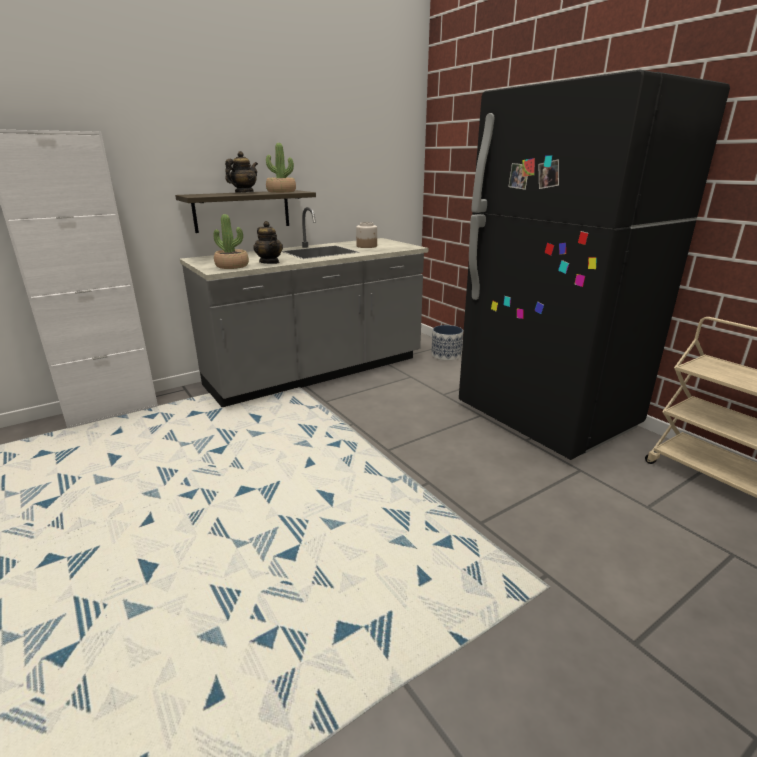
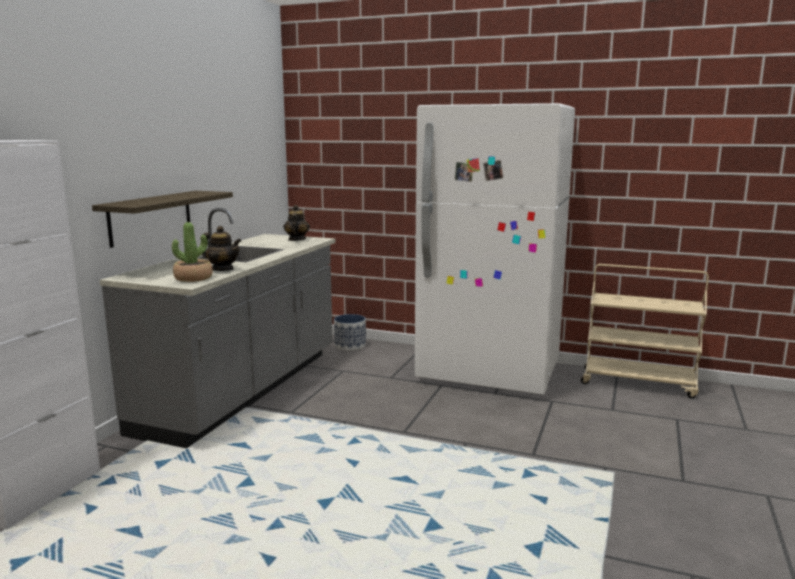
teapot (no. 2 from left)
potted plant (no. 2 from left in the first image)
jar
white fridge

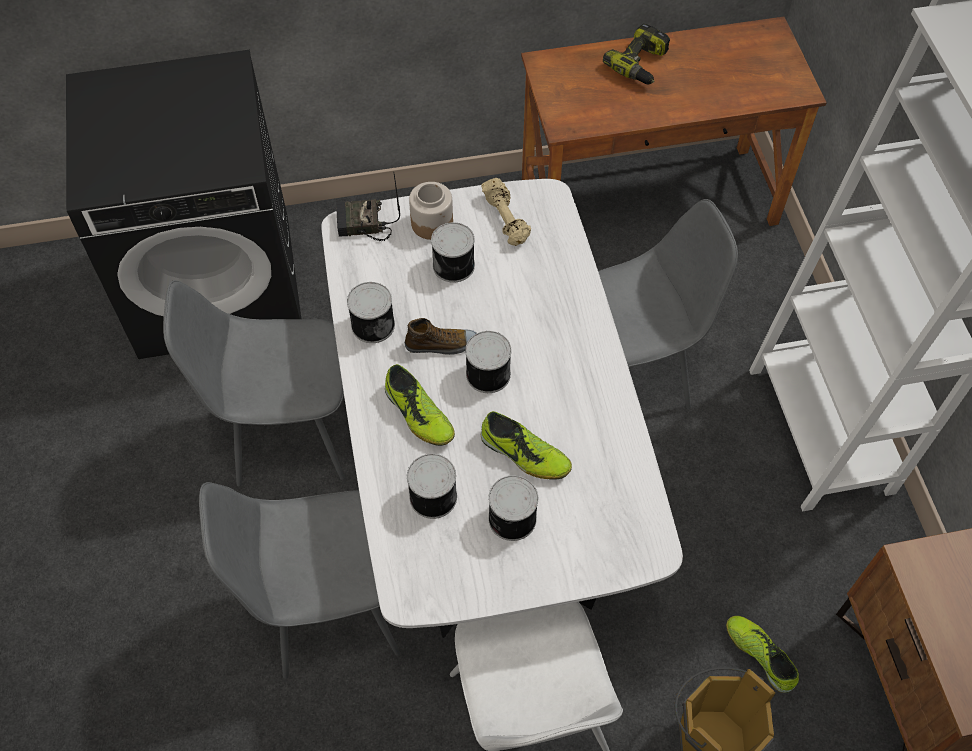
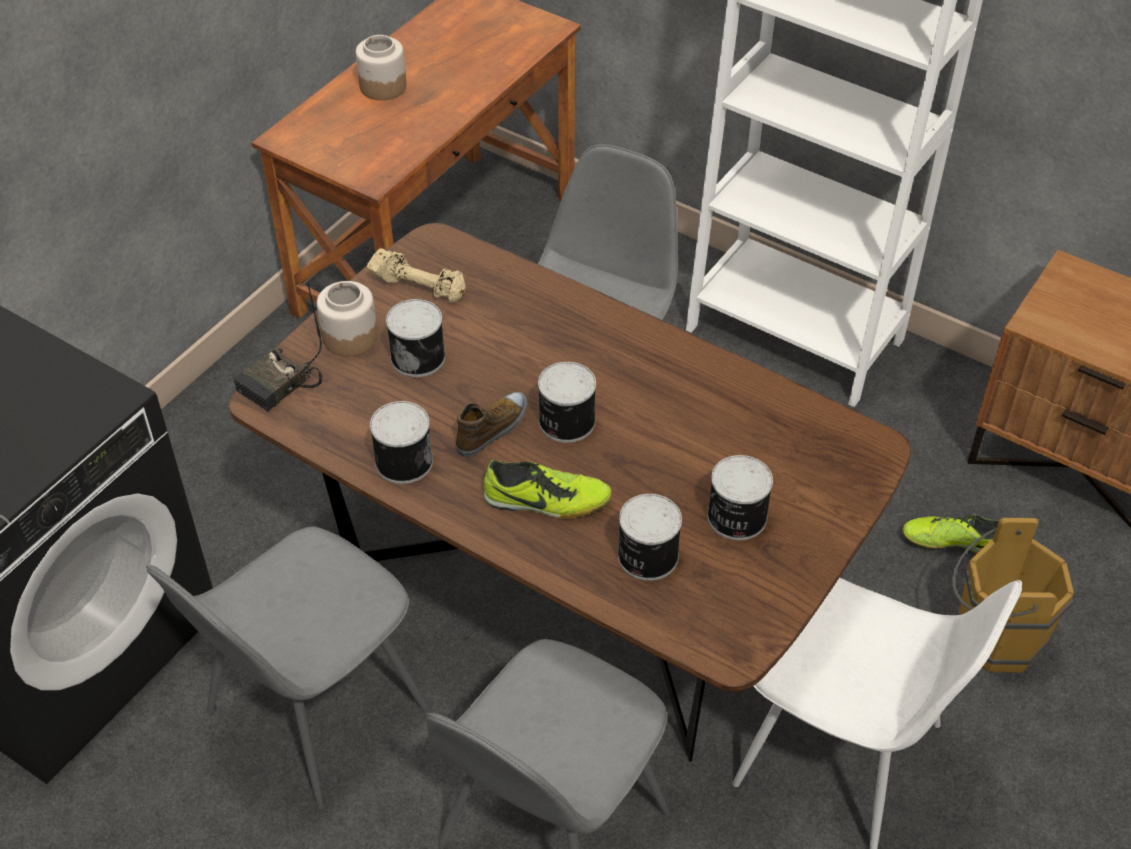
brown dining table
shoe (no. 3 from left in the first image)
jar (no. 2 from left)

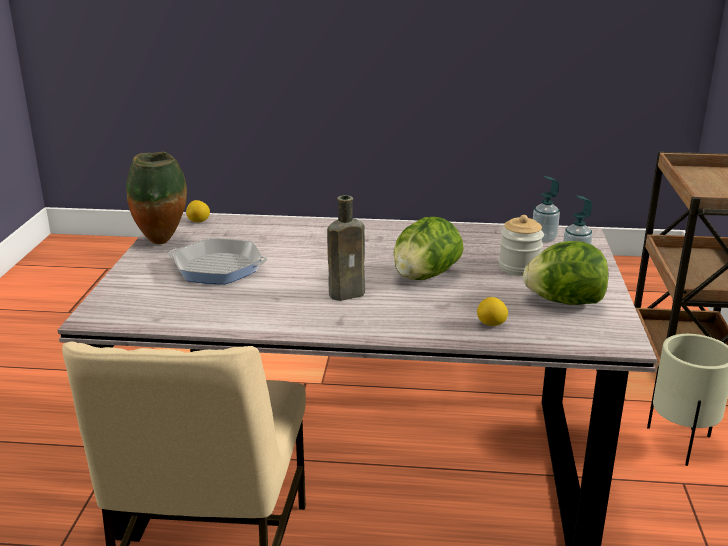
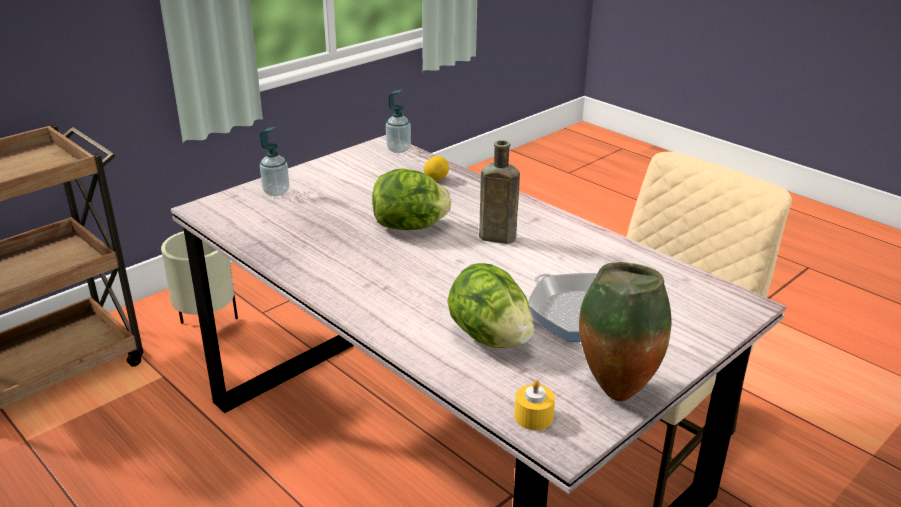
yellow candle
jar
lettuce (no. 2 from left)
soap dispenser (no. 2 from left)

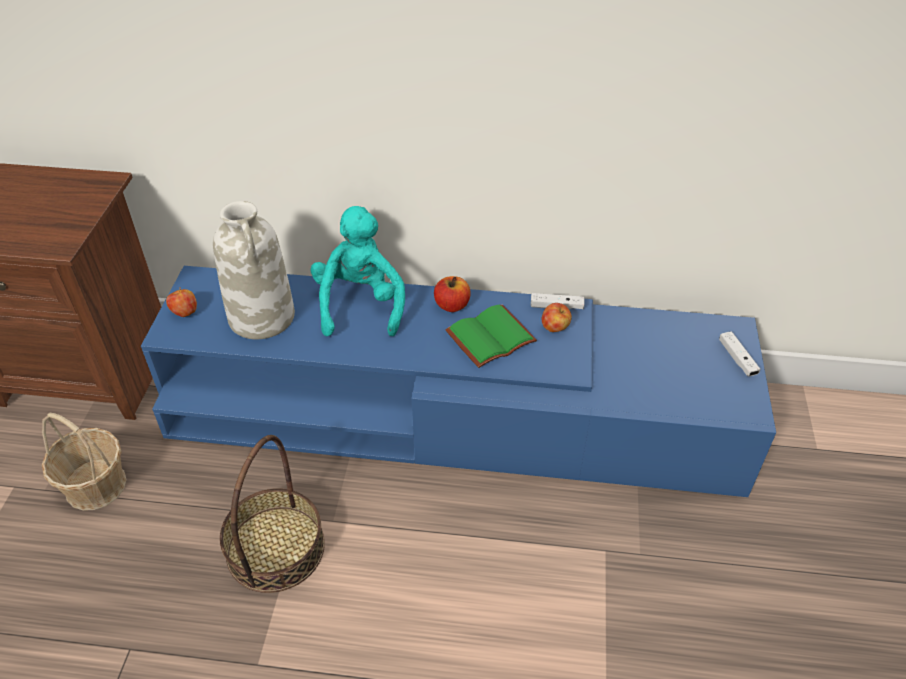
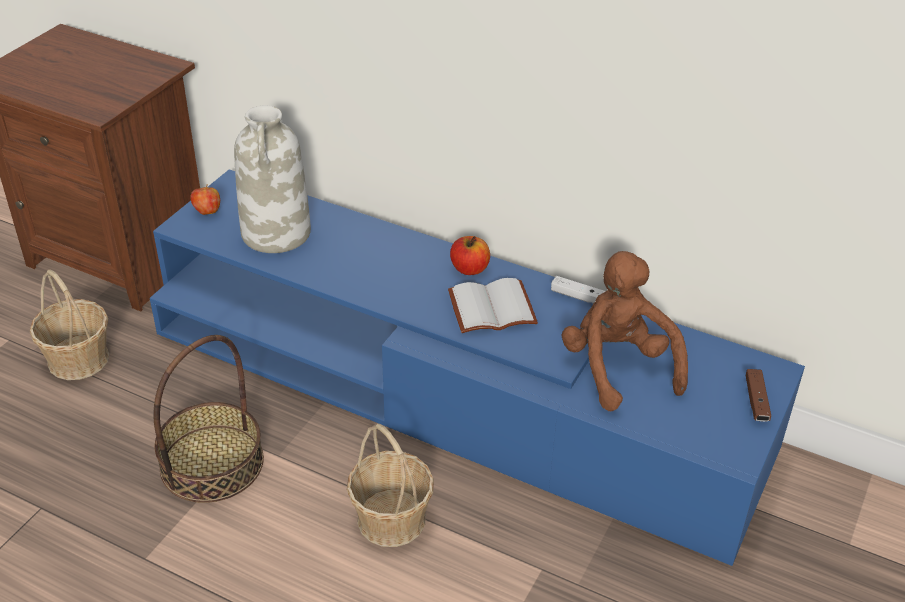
turquoise plush toy
white book
apple (no. 3 from left in the first image)
brown game controller
basket (no. 3 from left)
brown plush toy

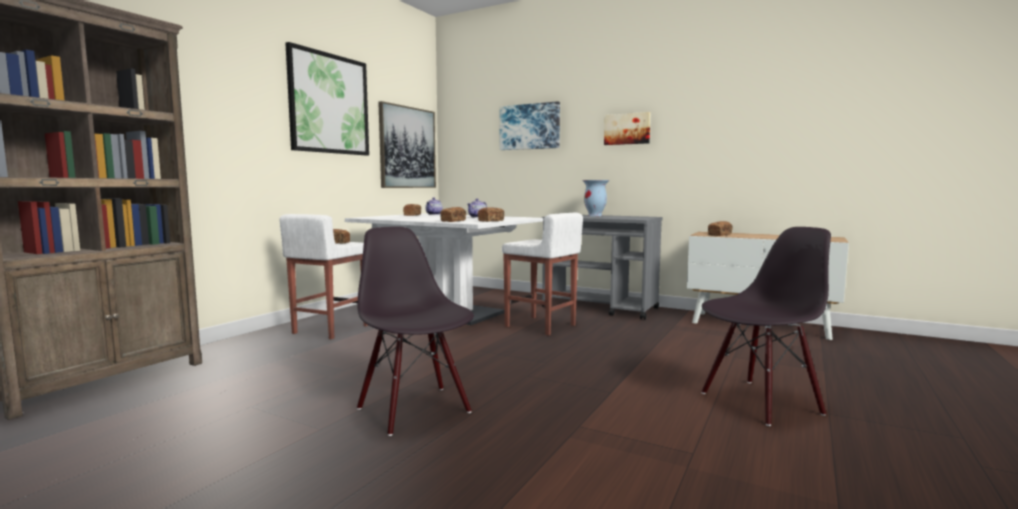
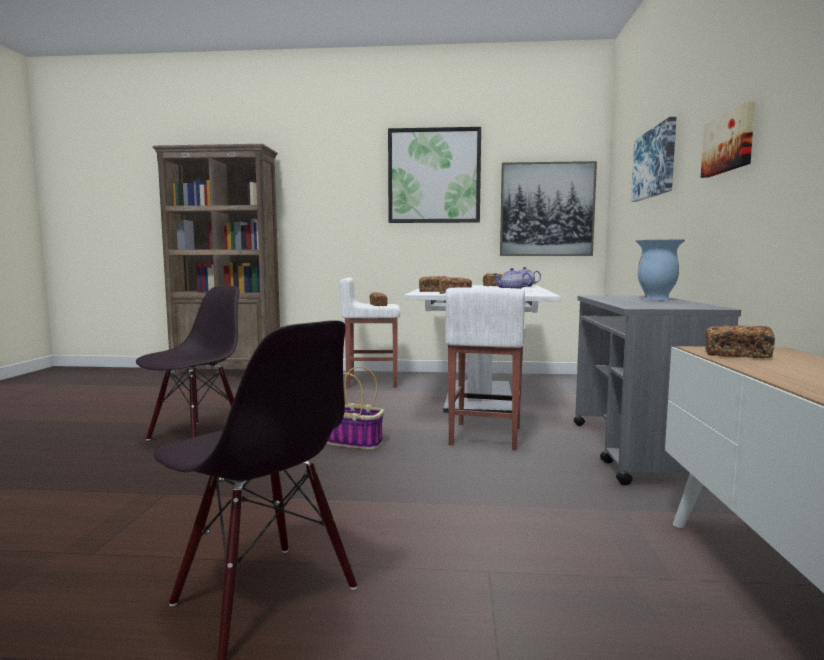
basket

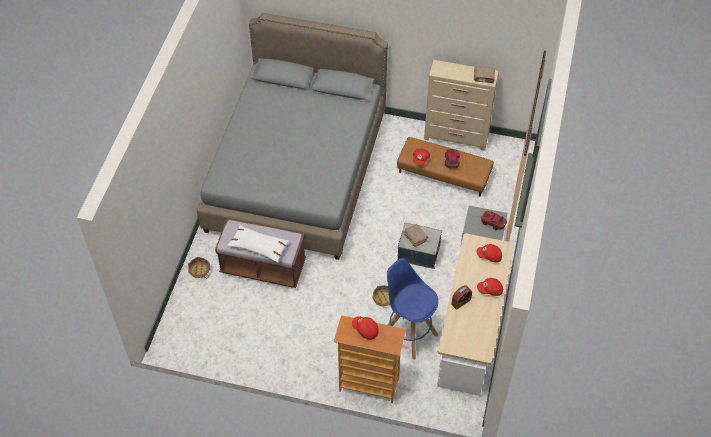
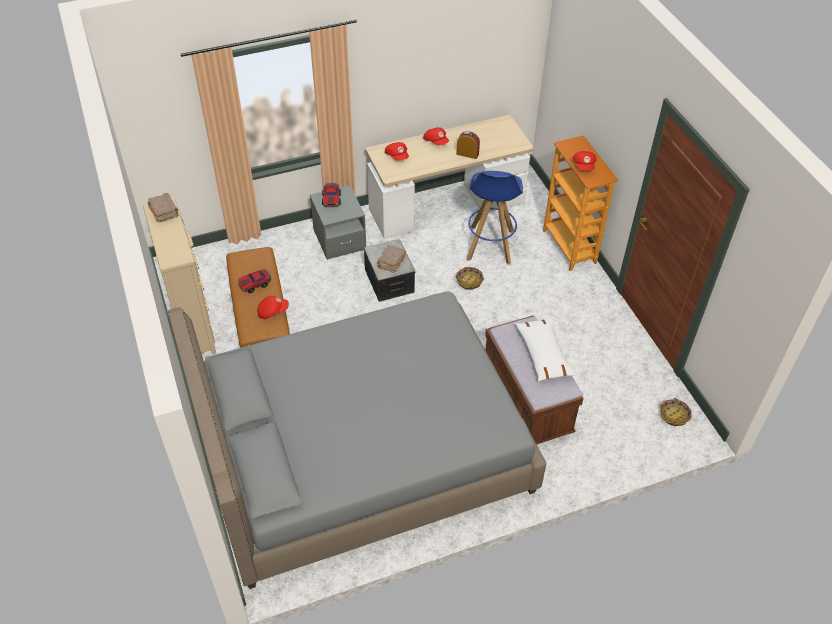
basket (no. 2 from left)

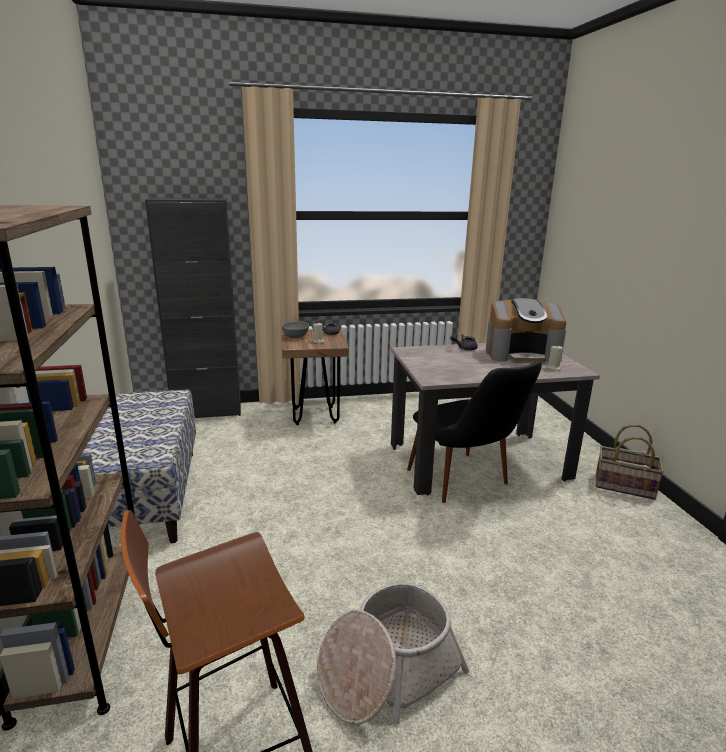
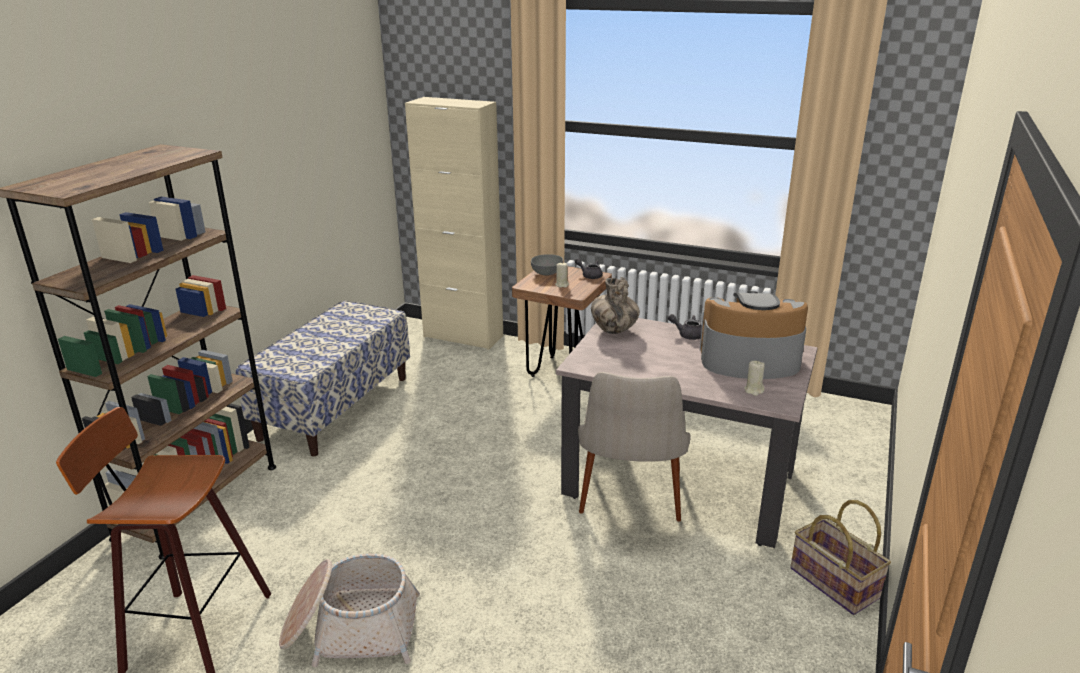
beige cabinet
beige chair
coffee machine
vase

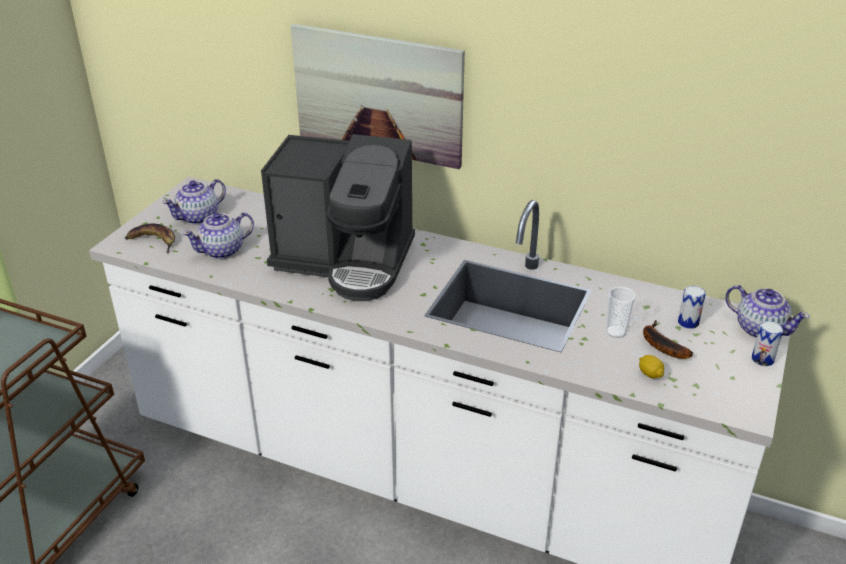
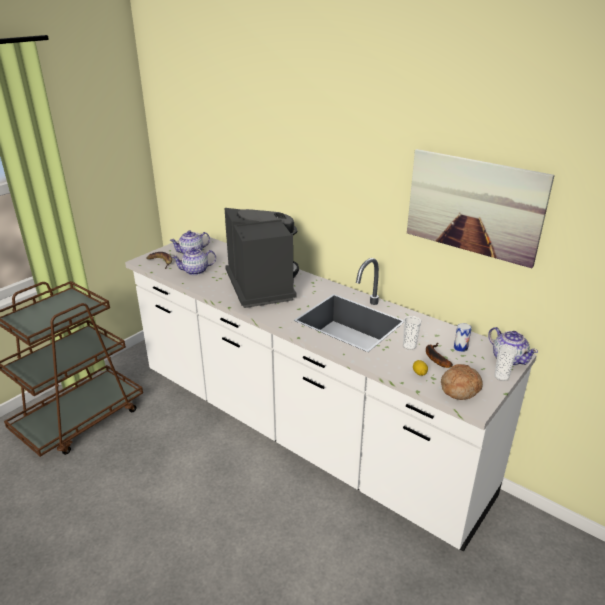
coffee machine
picture
cup (no. 2 from left)
bread

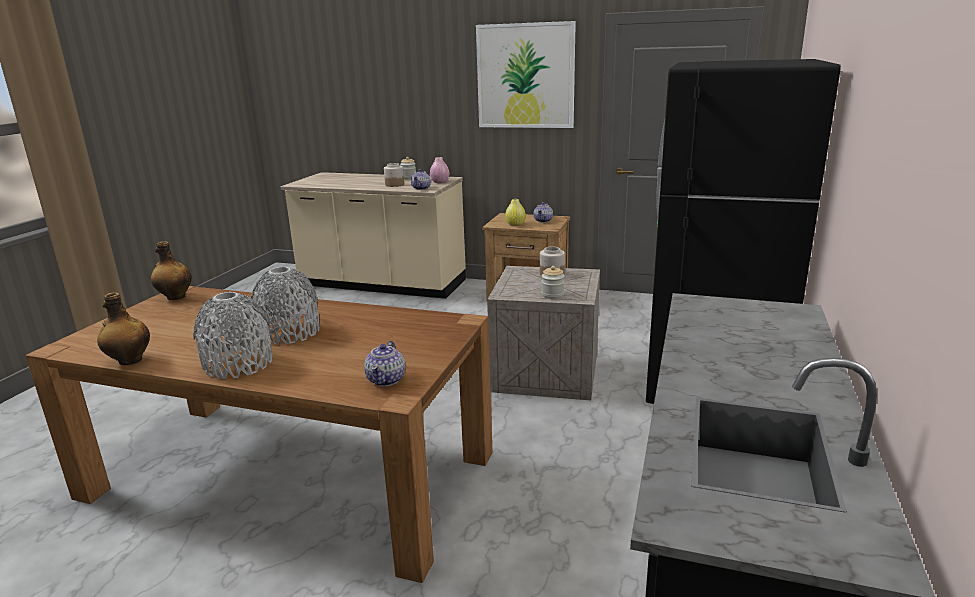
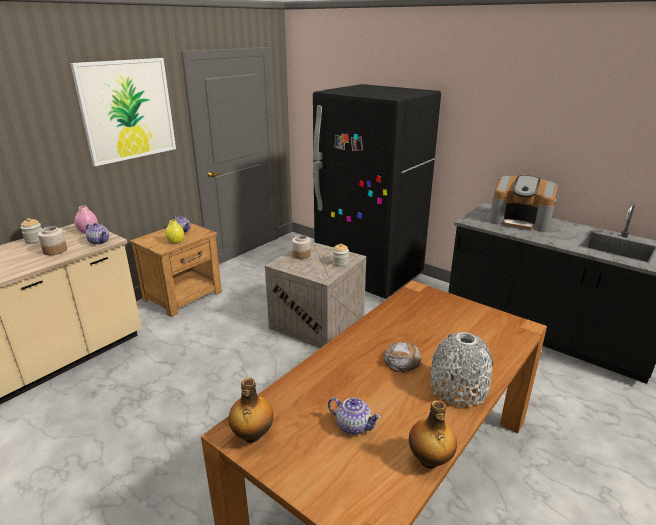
bread
teapot (no. 3 from left)
coffee machine

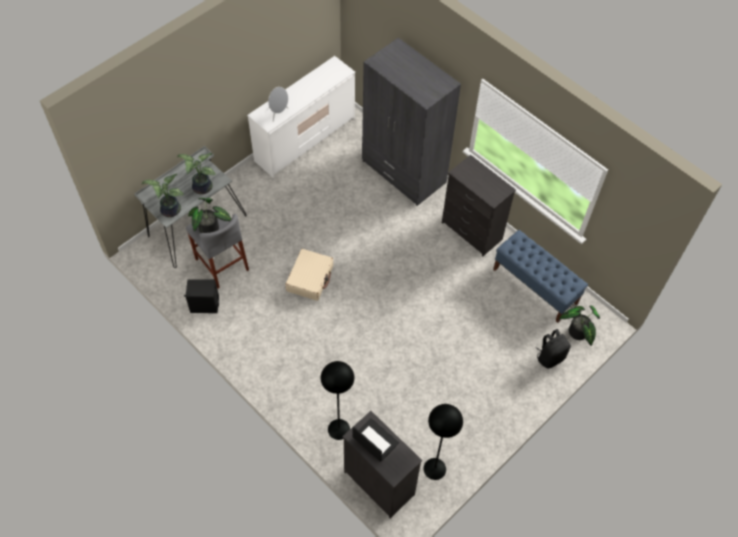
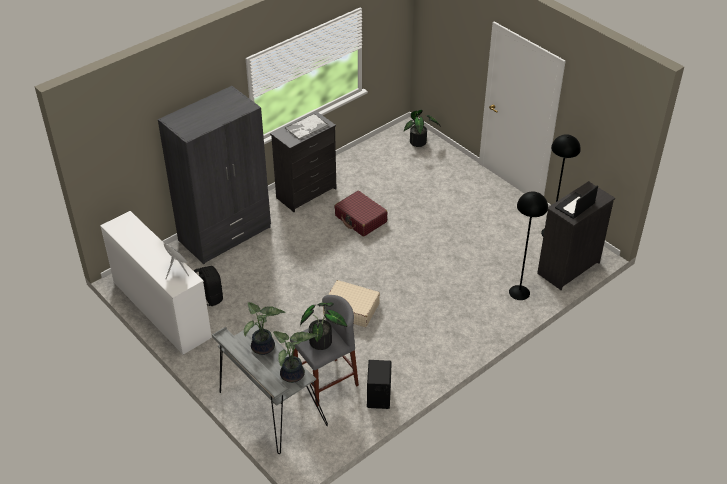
blue bench
black backpack
tray
red suitcase

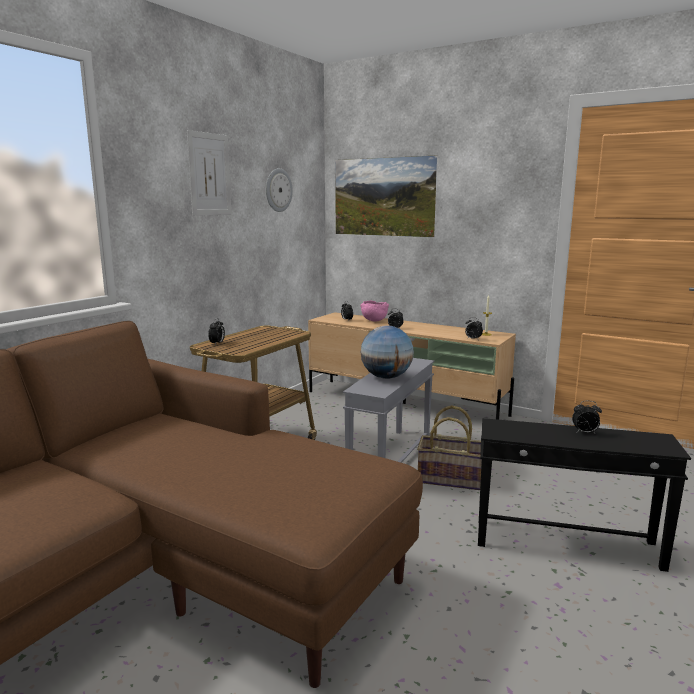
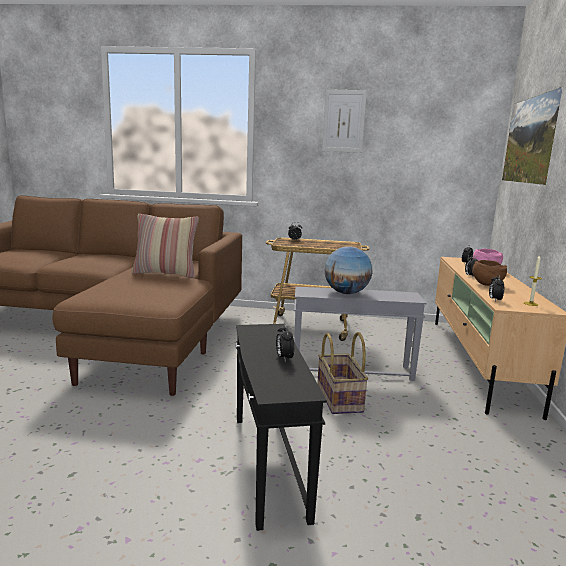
wall clock
pillow
brown bowl

